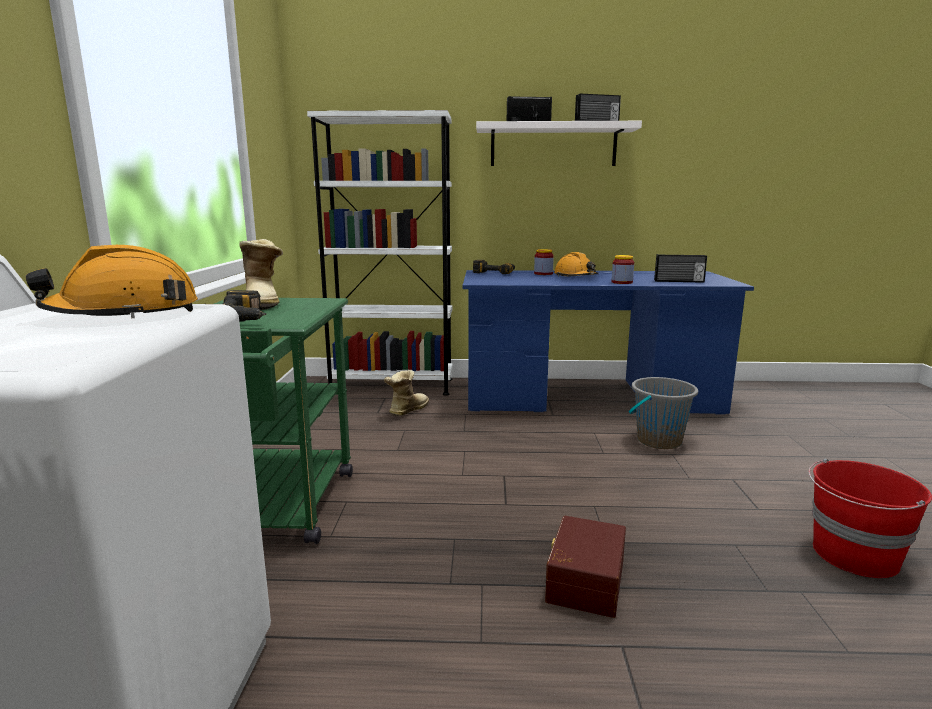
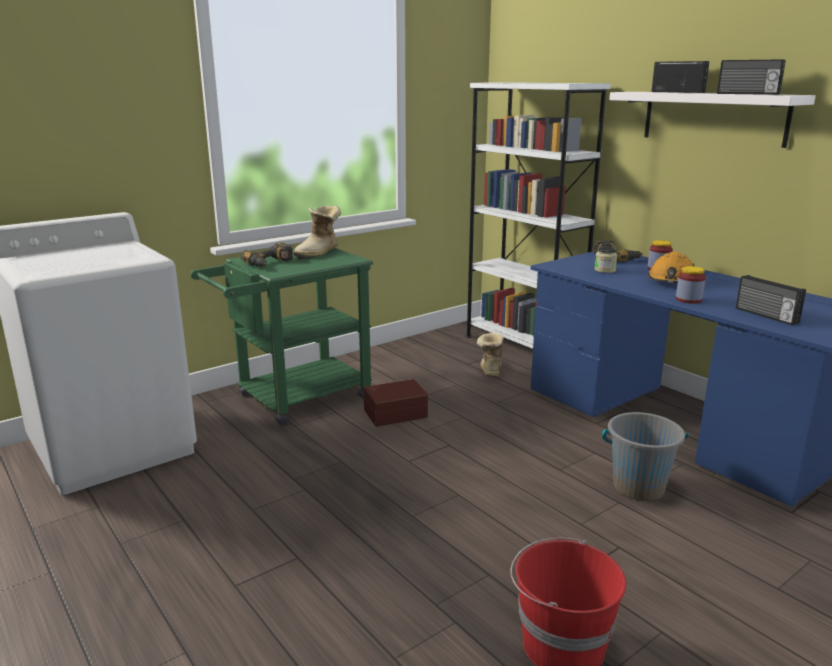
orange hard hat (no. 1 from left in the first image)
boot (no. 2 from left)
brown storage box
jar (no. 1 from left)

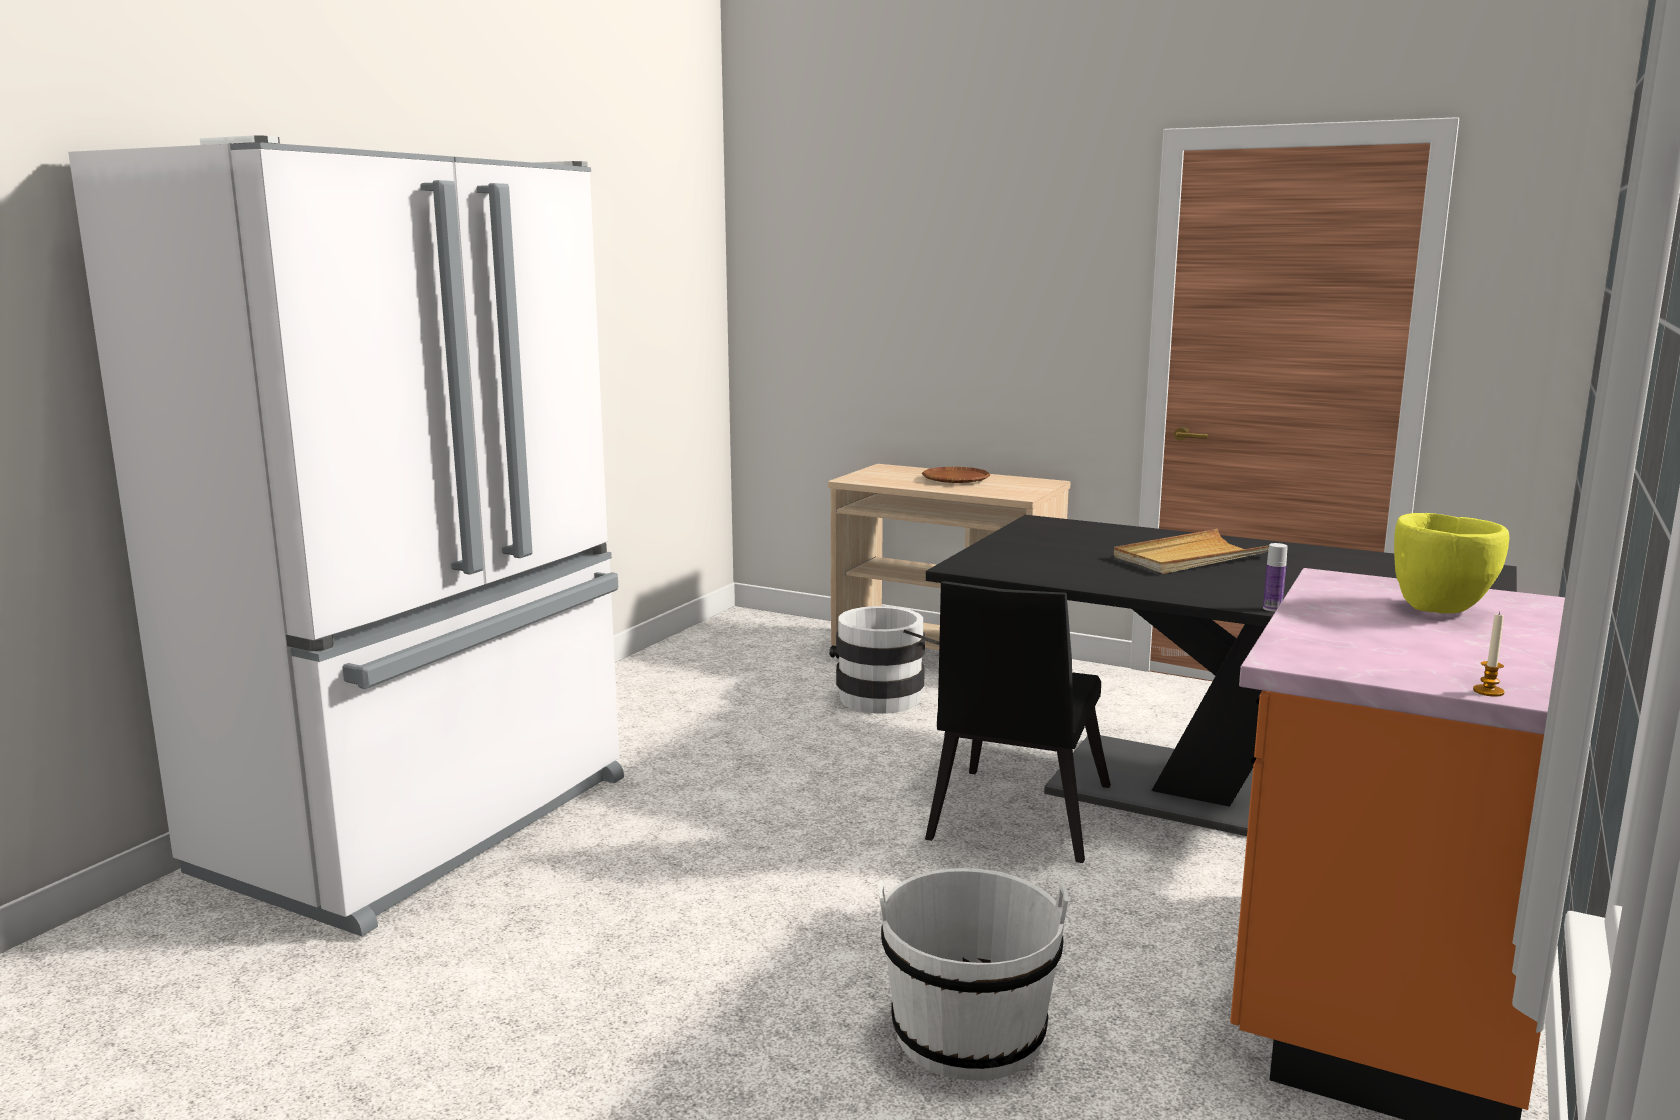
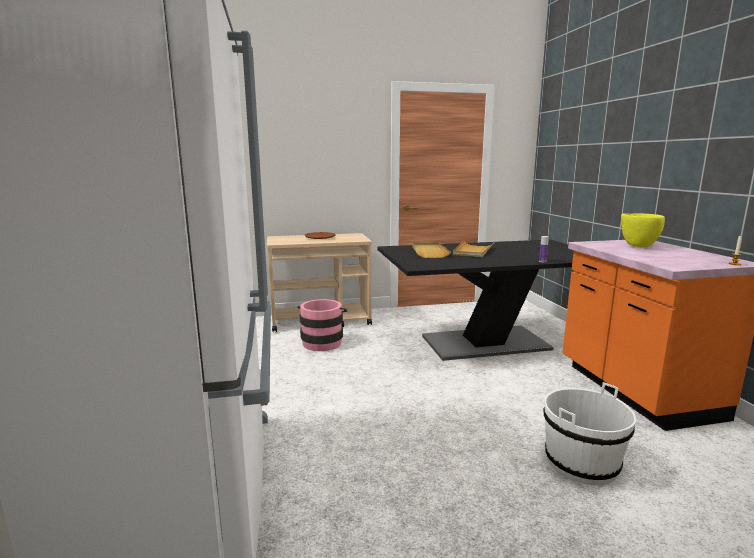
pink bucket
black chair
beige tray (no. 1 from left)

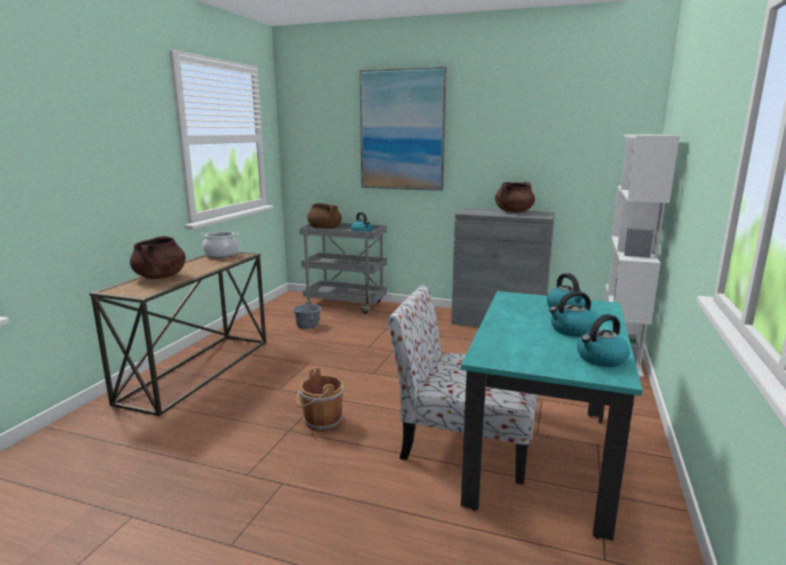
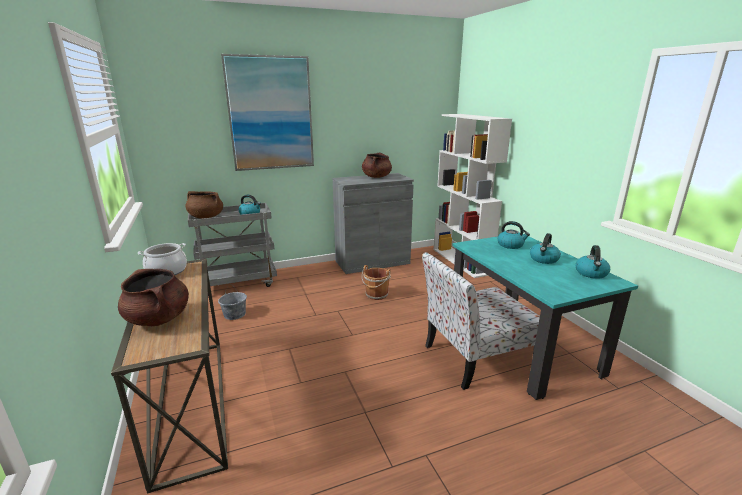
brown bucket

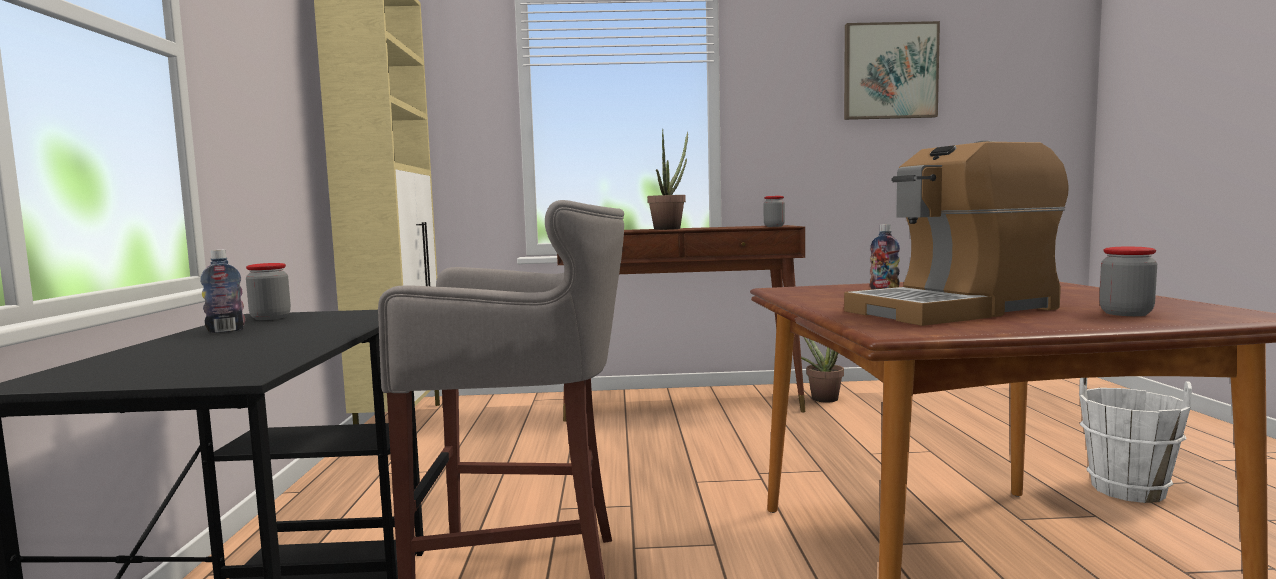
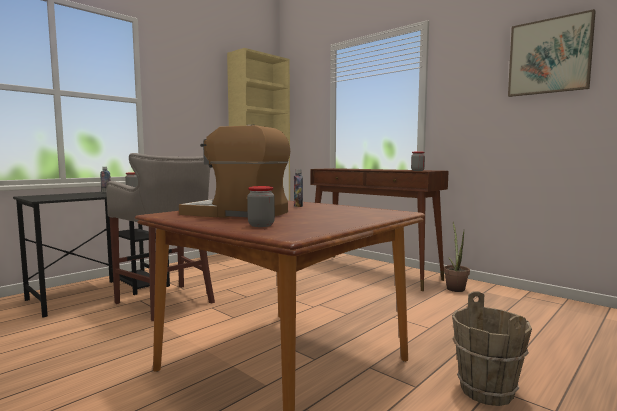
potted plant (no. 1 from left in the first image)
brown bucket

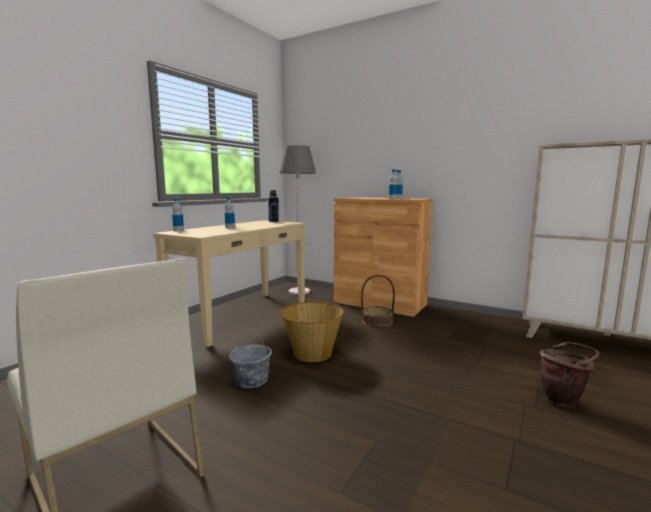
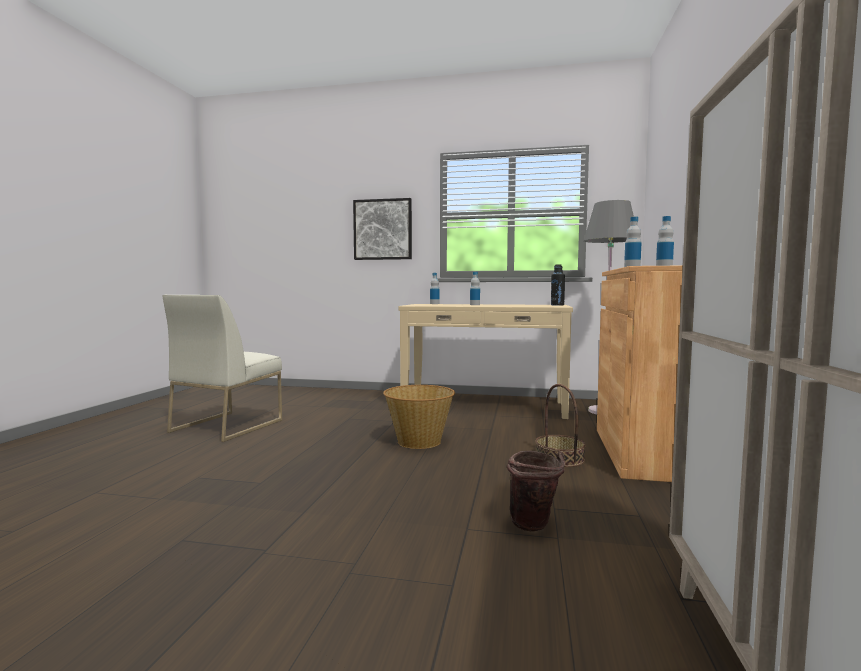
grey bucket
brown bucket
picture

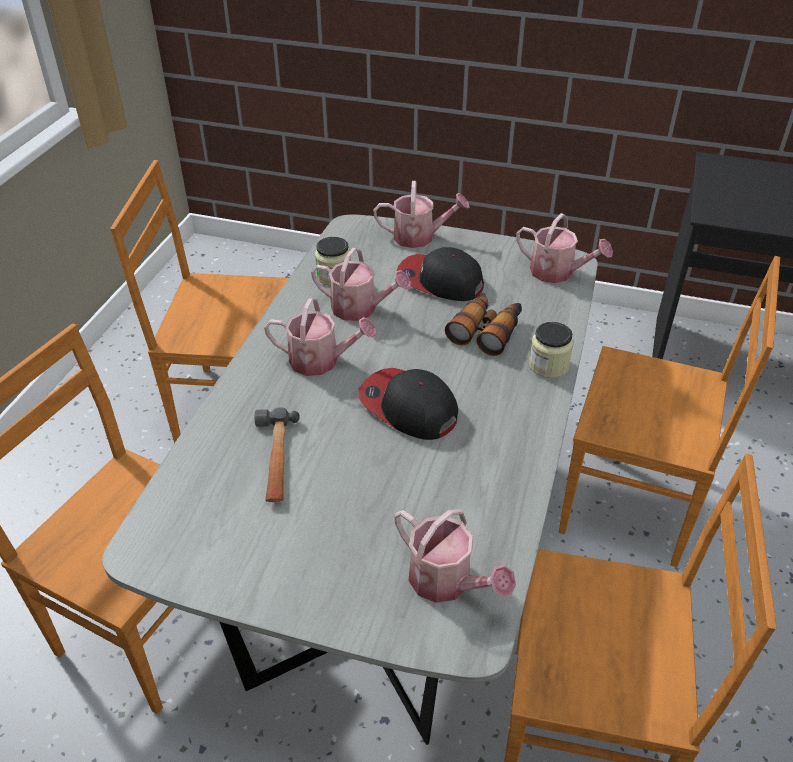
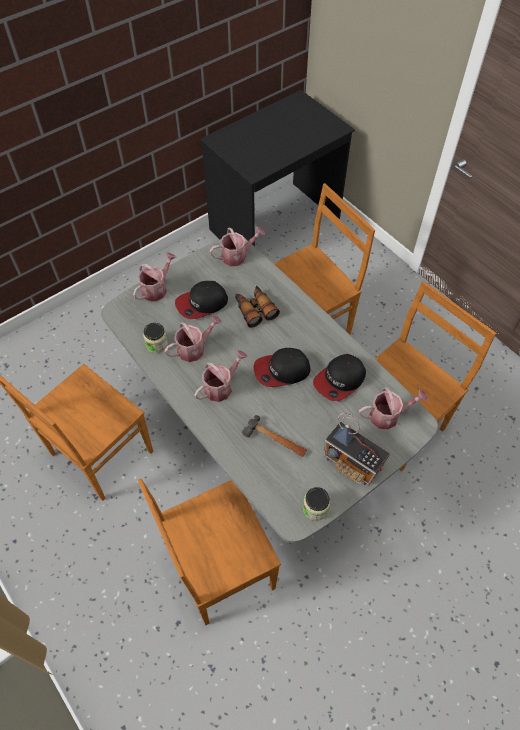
jar (no. 2 from left)
cap (no. 3 from left)
radio

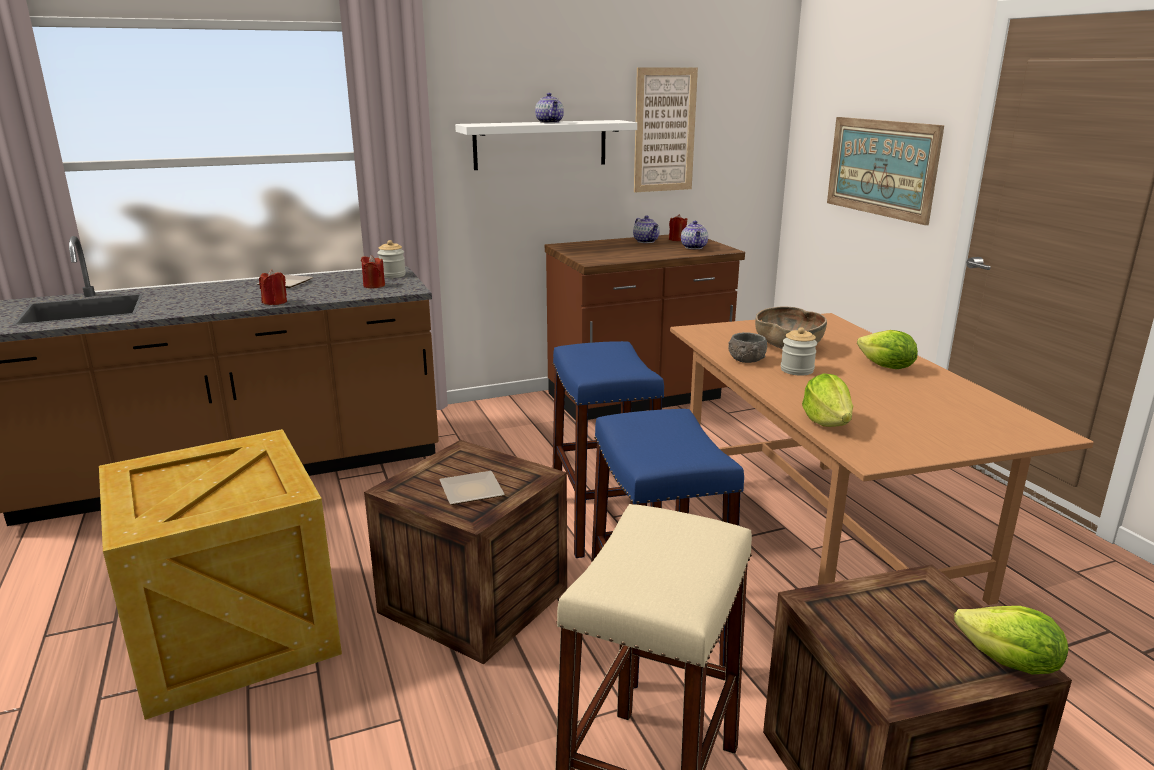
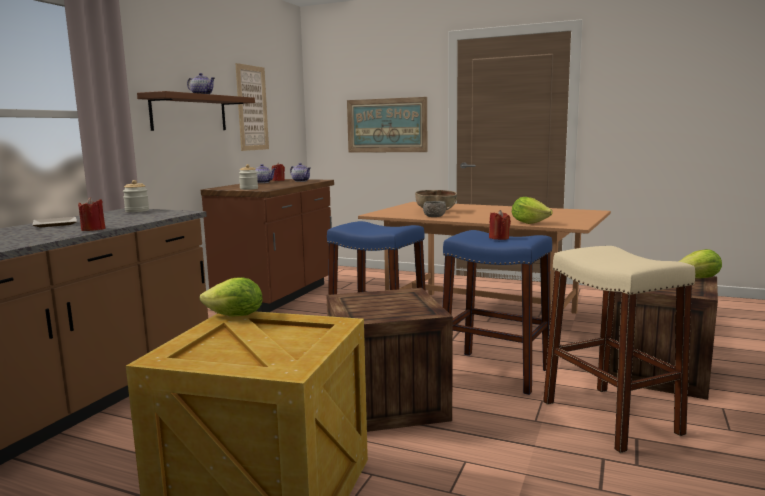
red candle (no. 3 from left)
plate (no. 2 from left in the first image)
brown shelf
jar (no. 2 from left)
lettuce (no. 1 from left)

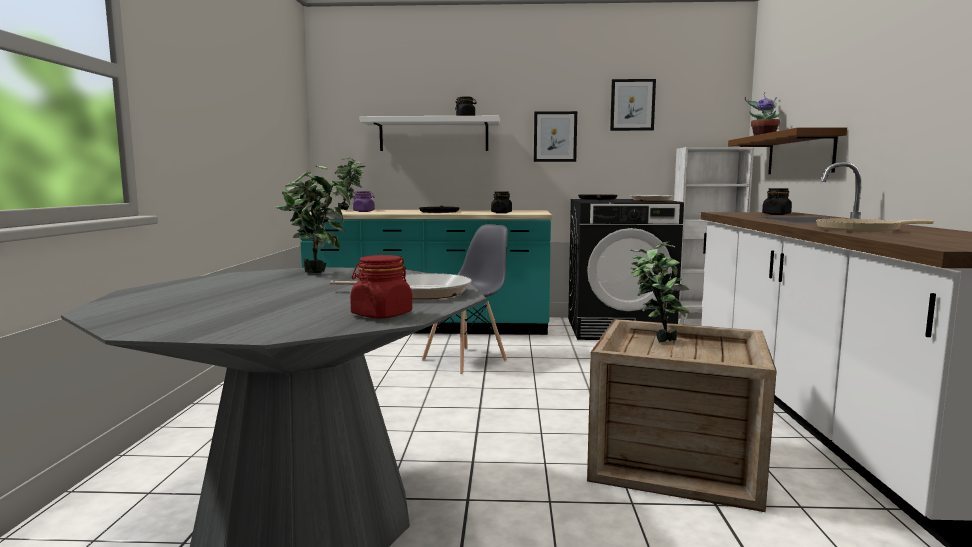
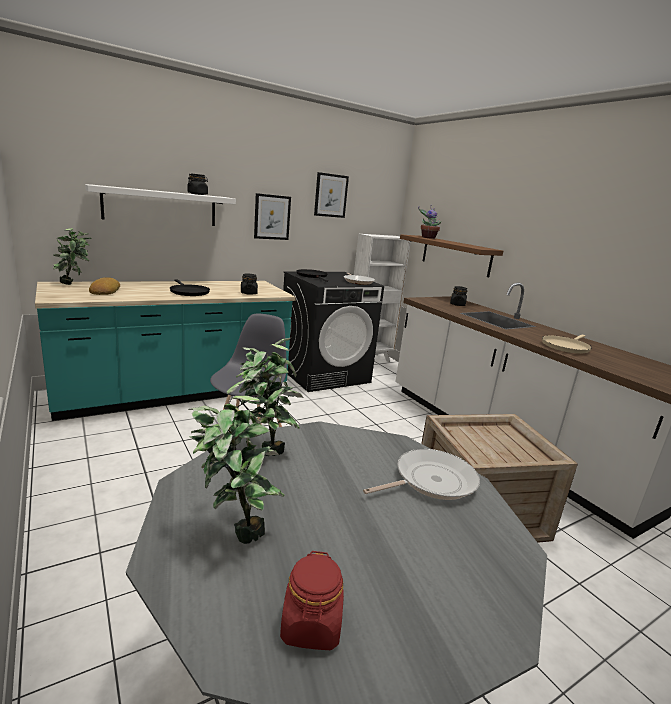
red jar
bread
potted plant (no. 2 from left)

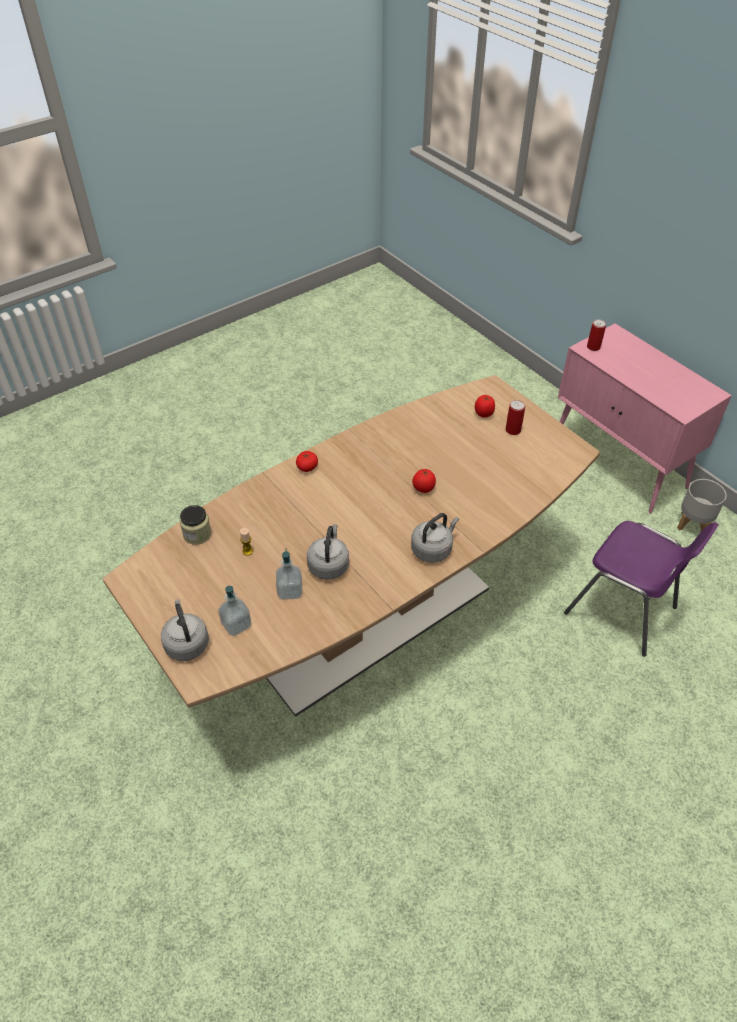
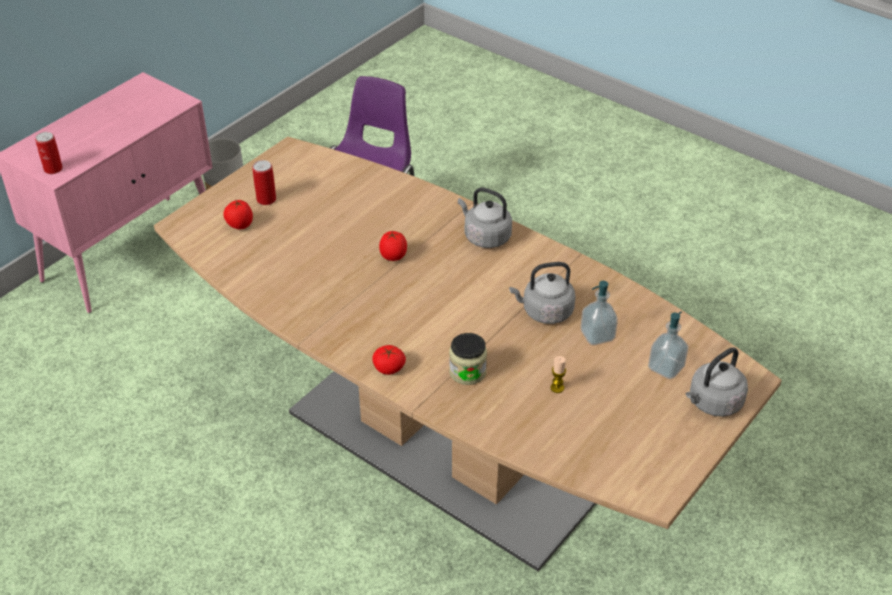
jar

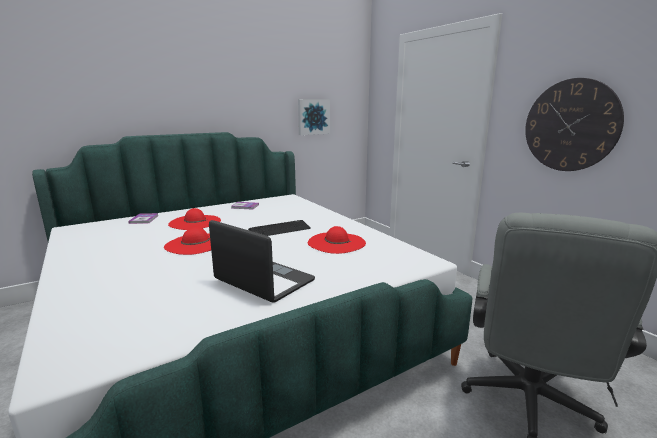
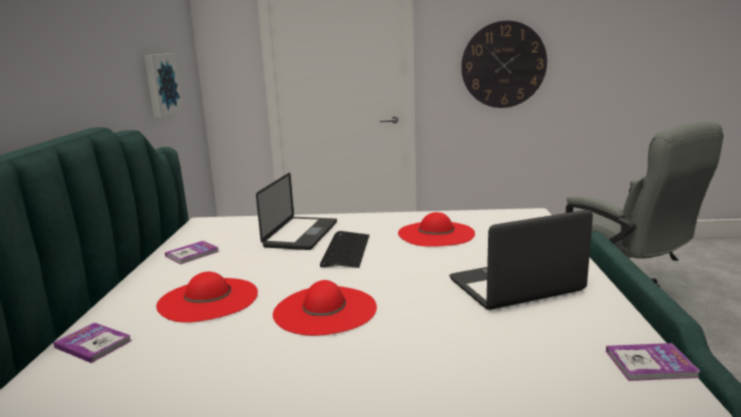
laptop (no. 1 from left)
book (no. 3 from left)

